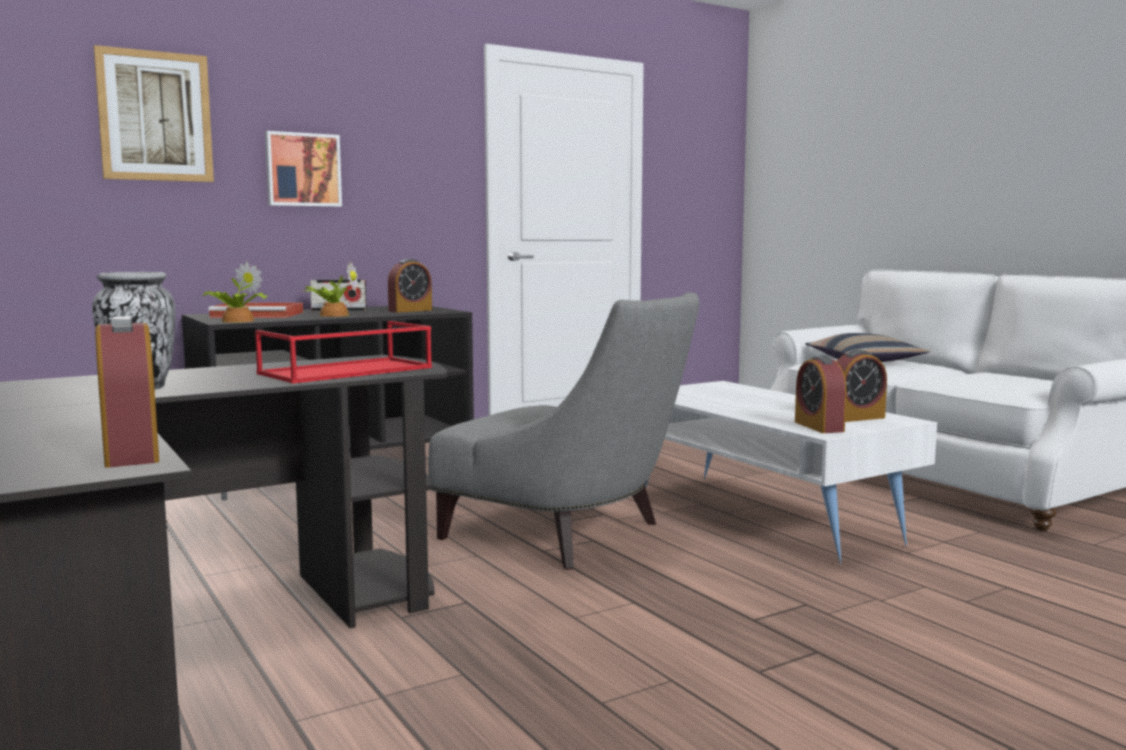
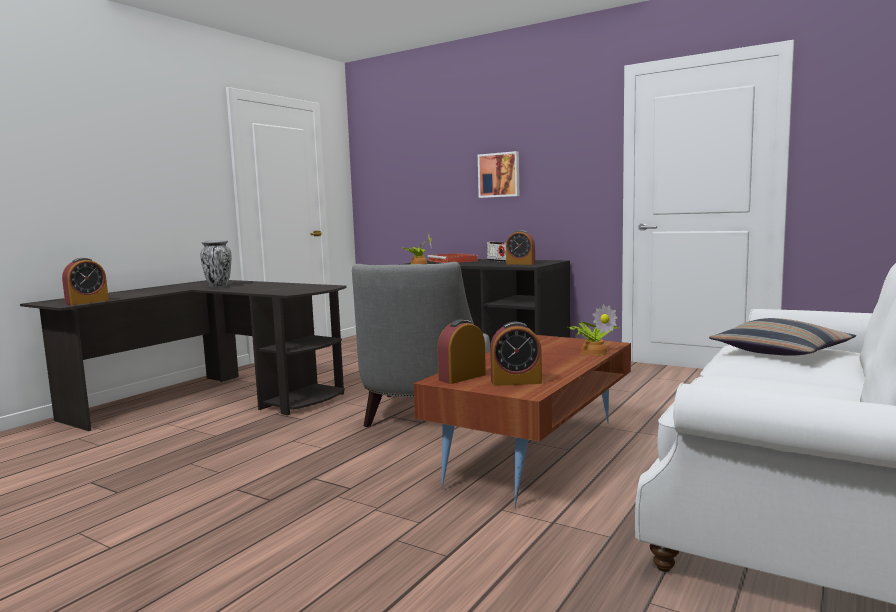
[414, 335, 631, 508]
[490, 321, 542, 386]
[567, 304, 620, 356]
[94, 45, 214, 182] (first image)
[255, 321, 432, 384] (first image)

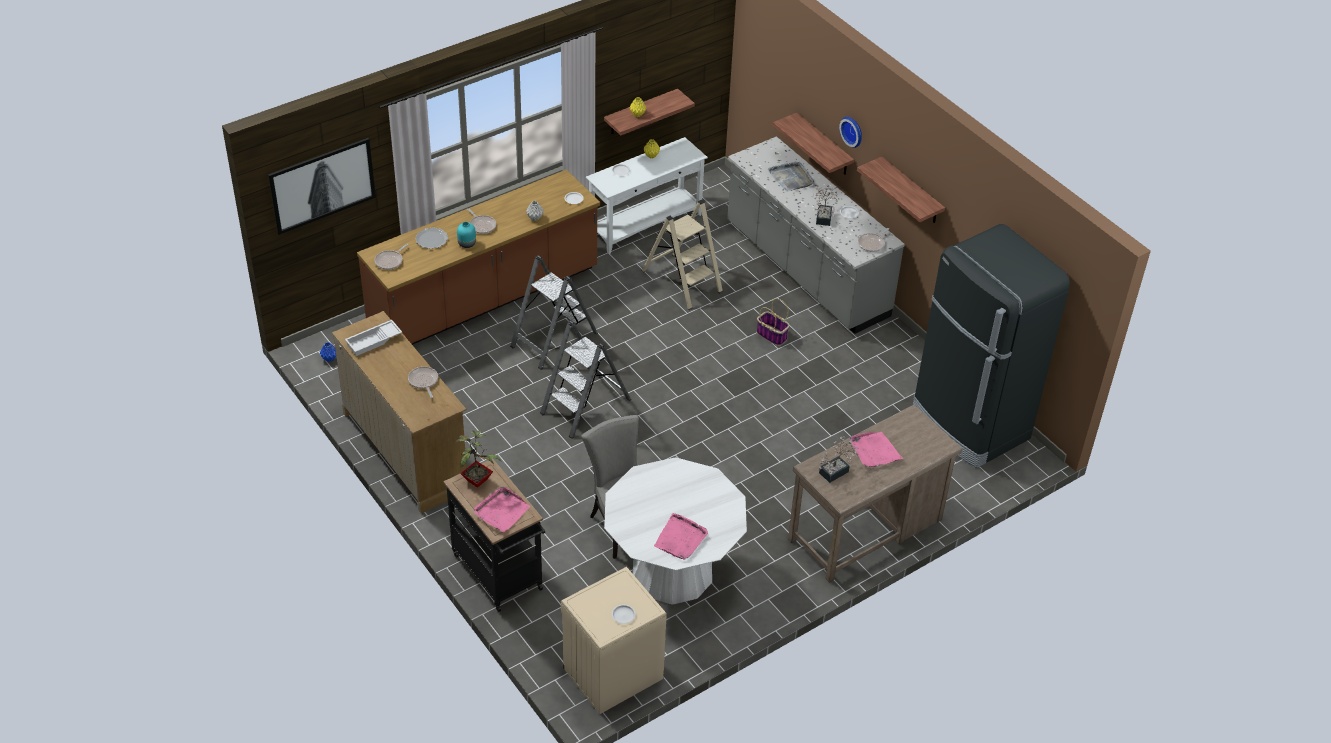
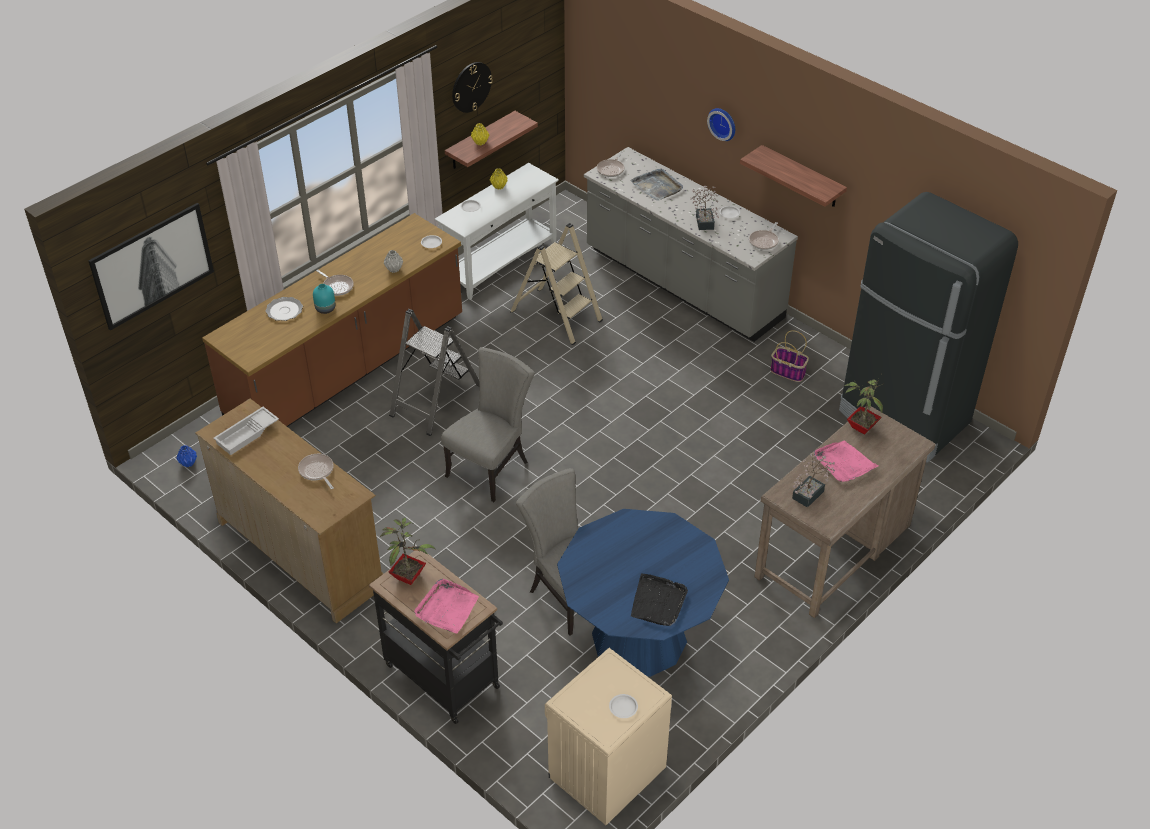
[441, 347, 535, 502]
[452, 62, 493, 113]
[557, 509, 729, 677]
[597, 151, 625, 177]
[631, 573, 688, 626]
[770, 330, 809, 382]
[845, 374, 883, 435]
[773, 113, 854, 175] (first image)

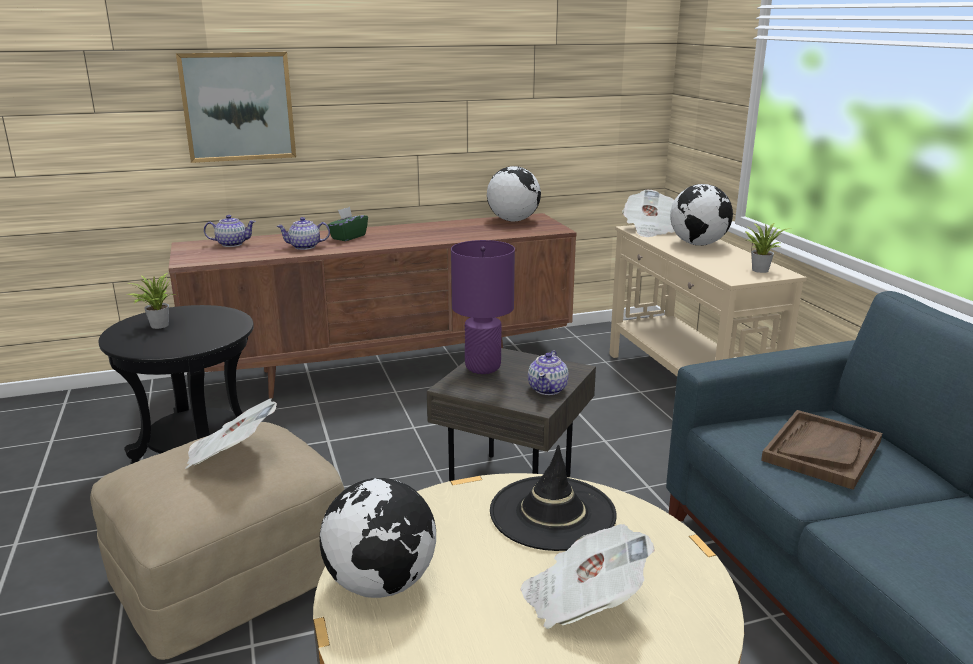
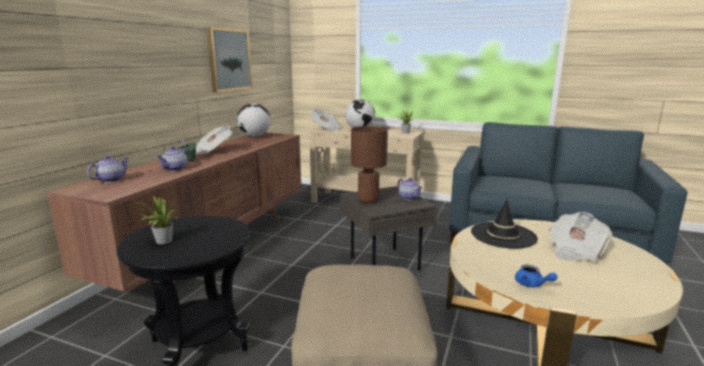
[196, 125, 232, 154]
[207, 27, 252, 93]
[351, 126, 388, 203]
[515, 265, 557, 287]
[761, 410, 883, 490] (first image)

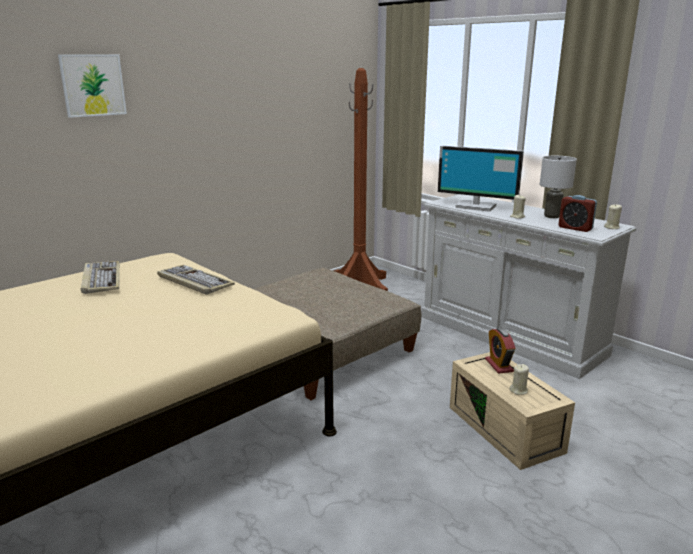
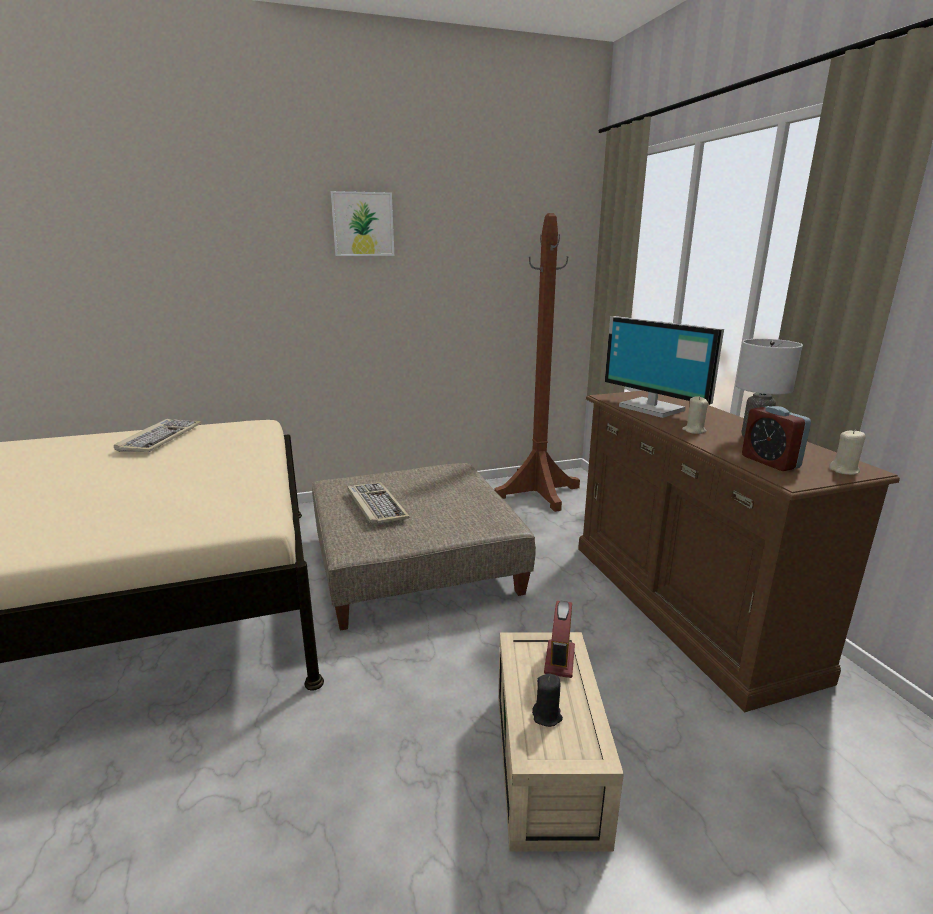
[331, 191, 394, 256]
[347, 482, 409, 526]
[532, 674, 563, 727]
[578, 391, 900, 712]

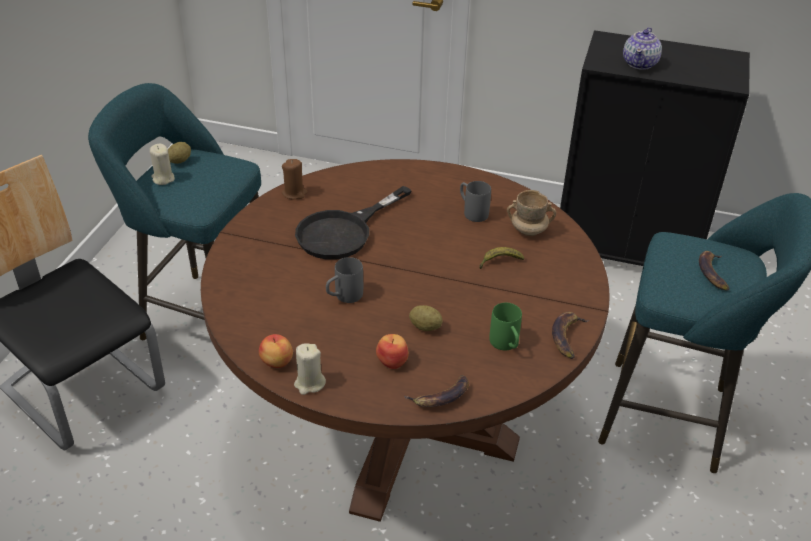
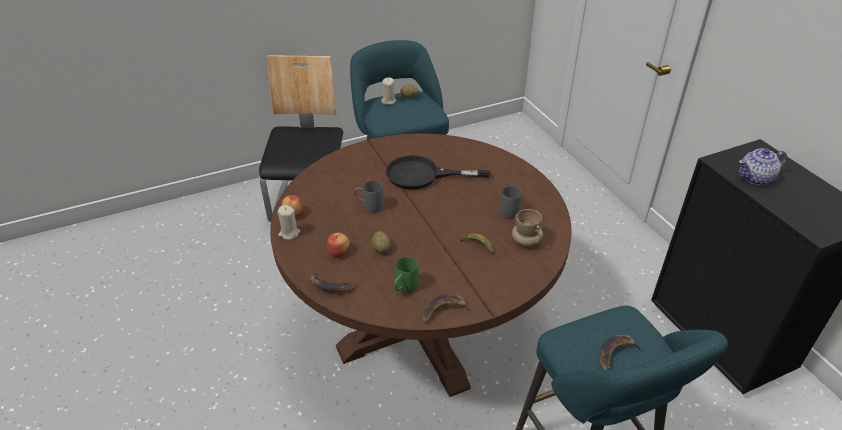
[282, 159, 308, 199] (first image)

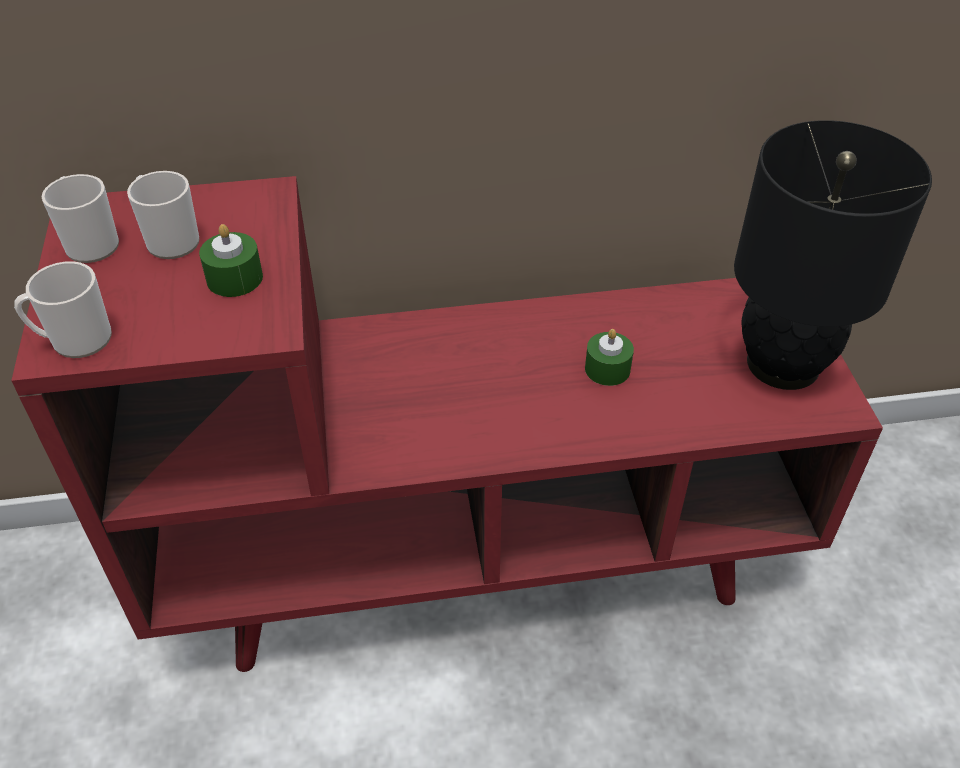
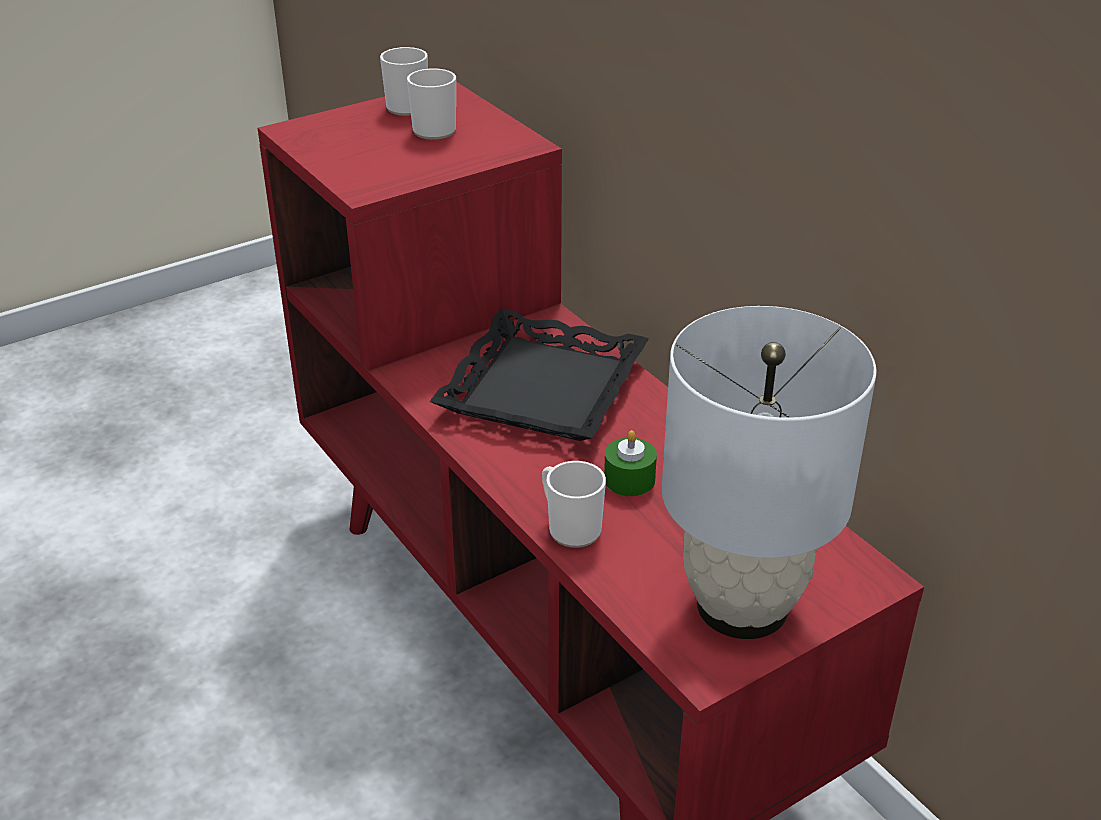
[430, 309, 649, 441]
[542, 461, 606, 548]
[661, 306, 877, 639]
[199, 224, 263, 297] (first image)

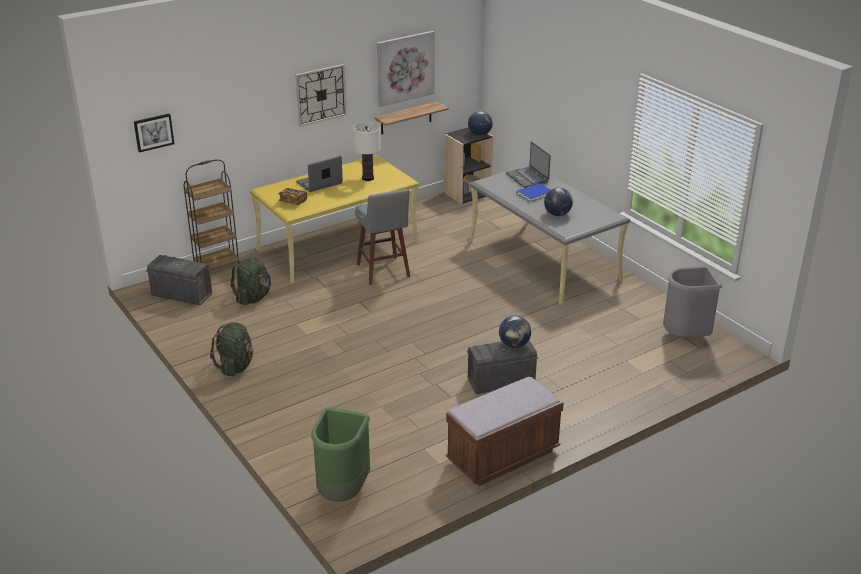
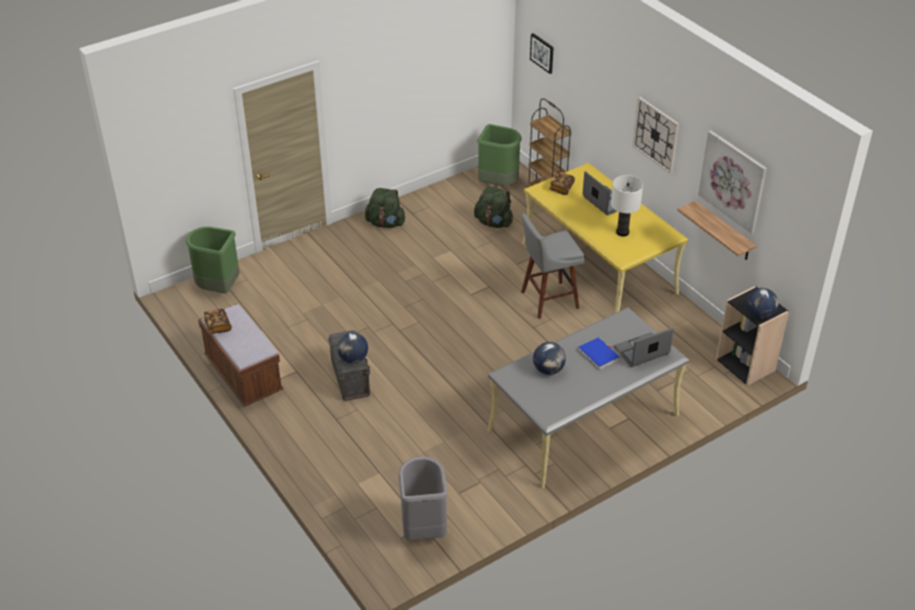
[204, 309, 232, 334]
[477, 124, 522, 186]

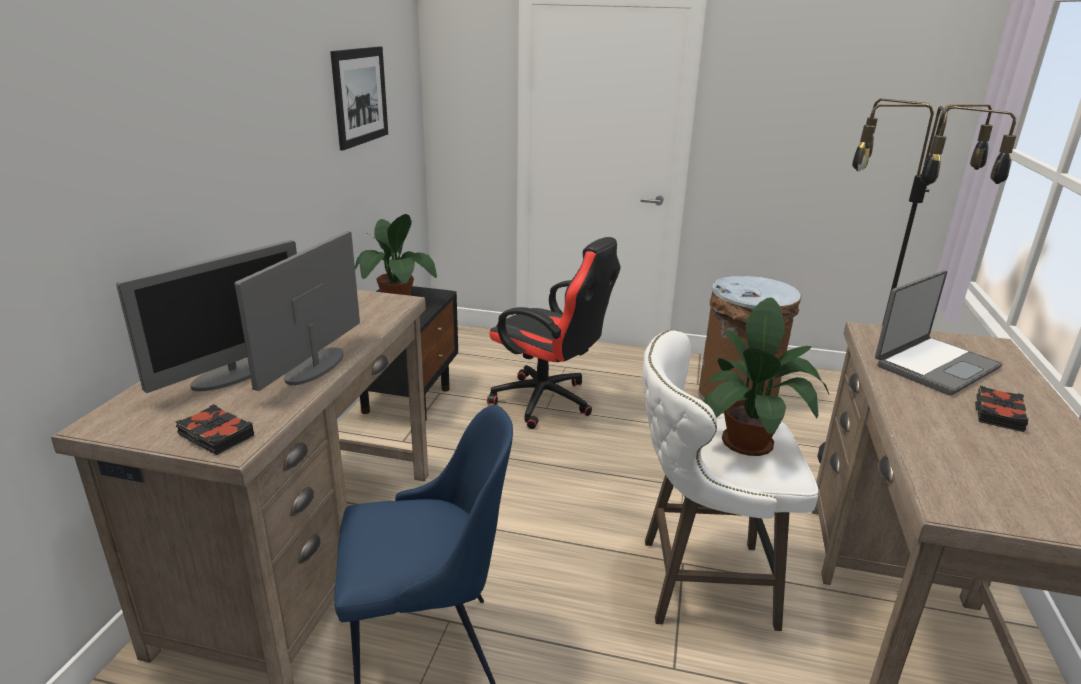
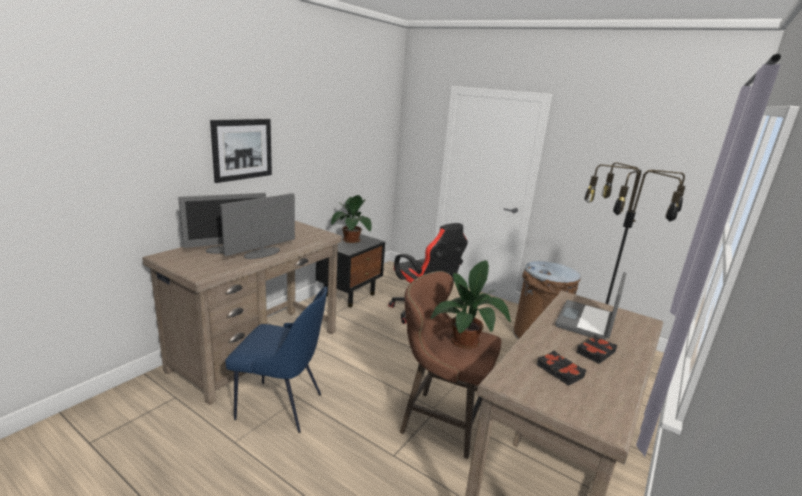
[210, 119, 272, 183]
[400, 271, 501, 459]
[537, 350, 586, 386]
[555, 272, 626, 340]

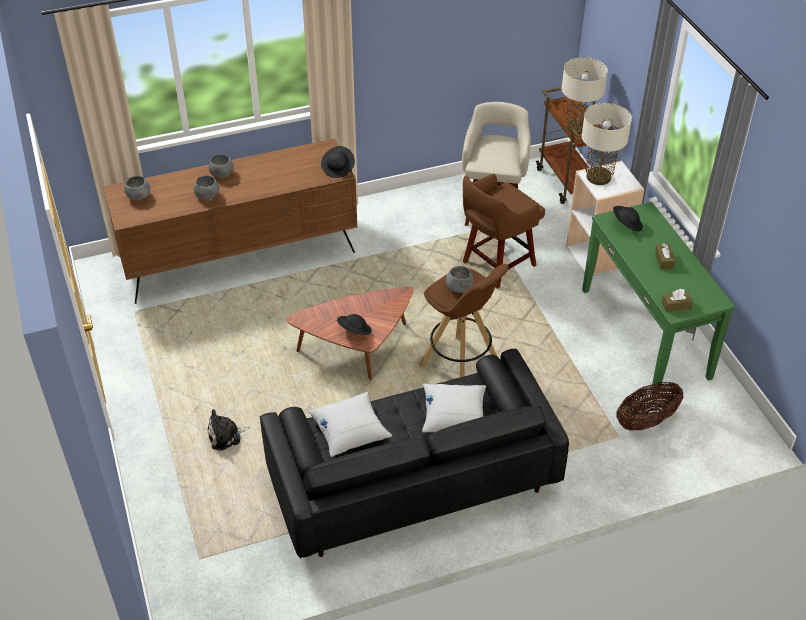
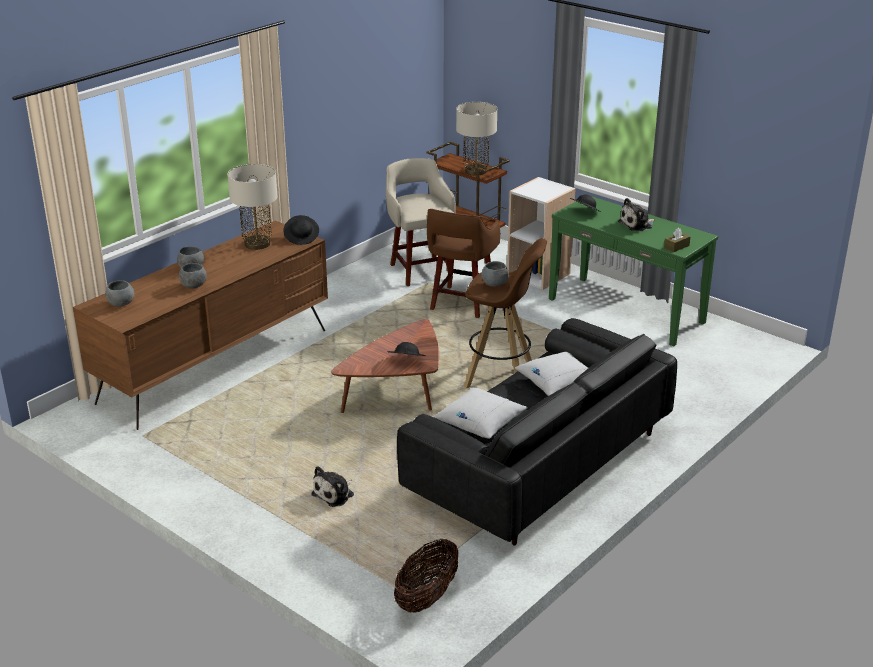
[228, 164, 278, 250]
[394, 538, 459, 613]
[618, 198, 655, 231]

